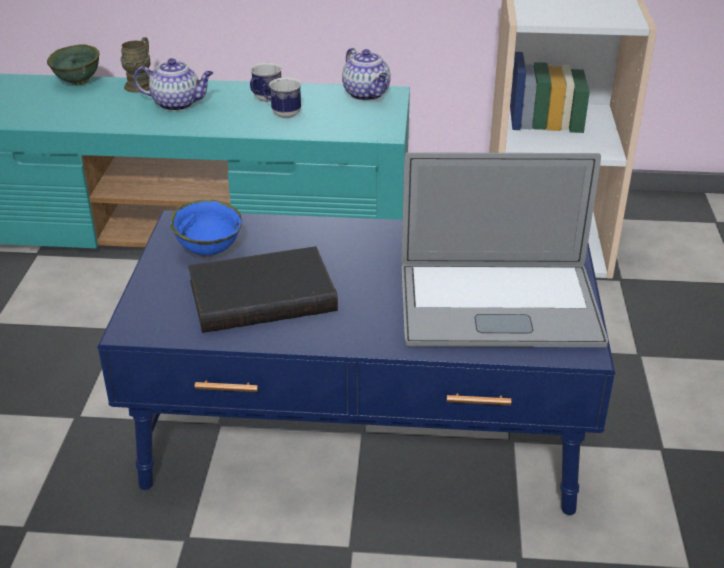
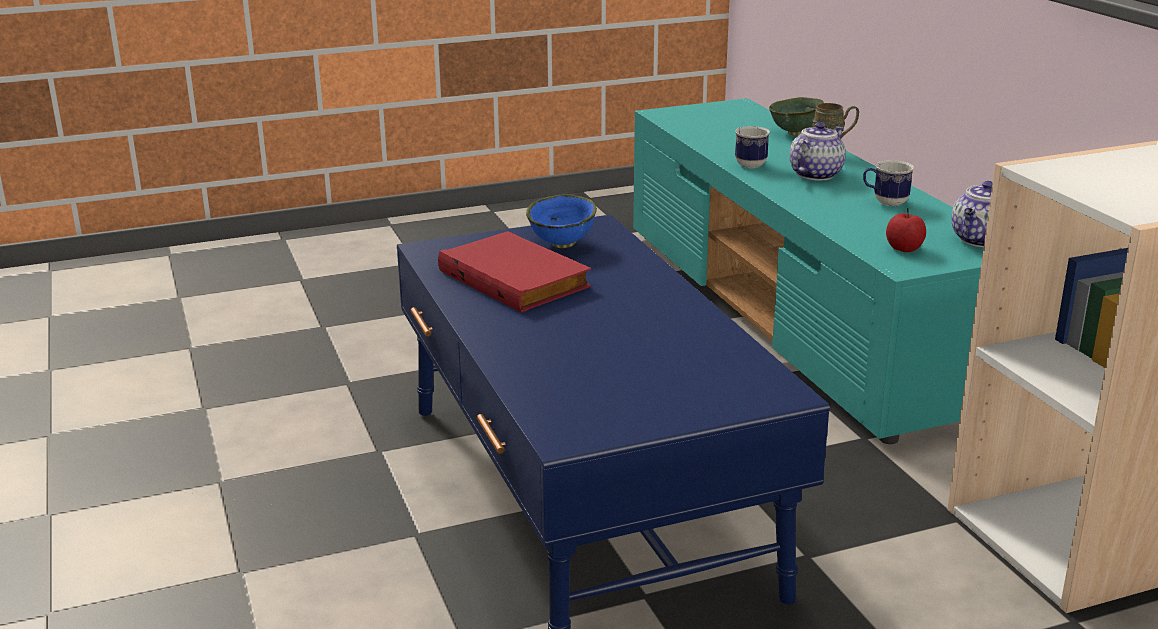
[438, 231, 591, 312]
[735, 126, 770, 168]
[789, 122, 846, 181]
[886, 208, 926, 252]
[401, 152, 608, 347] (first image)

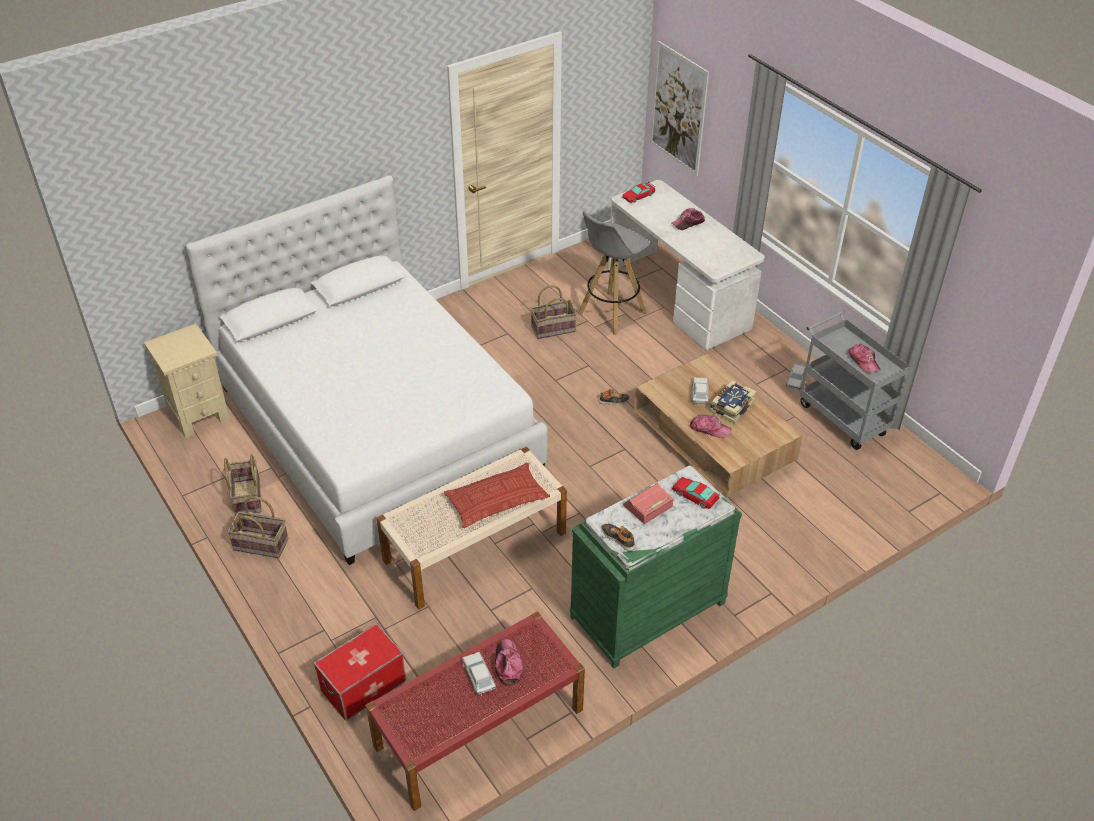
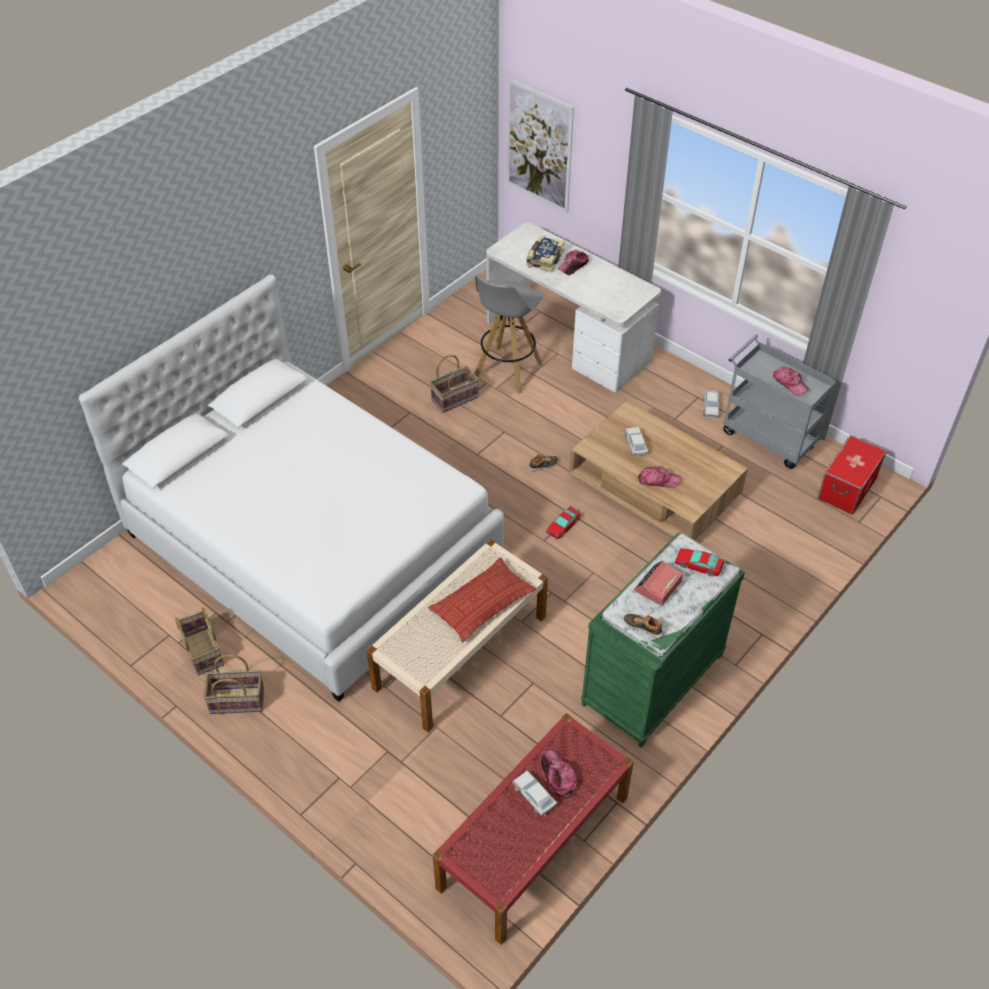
[526, 235, 565, 272]
[546, 506, 580, 539]
[817, 435, 887, 515]
[144, 323, 230, 438] (first image)

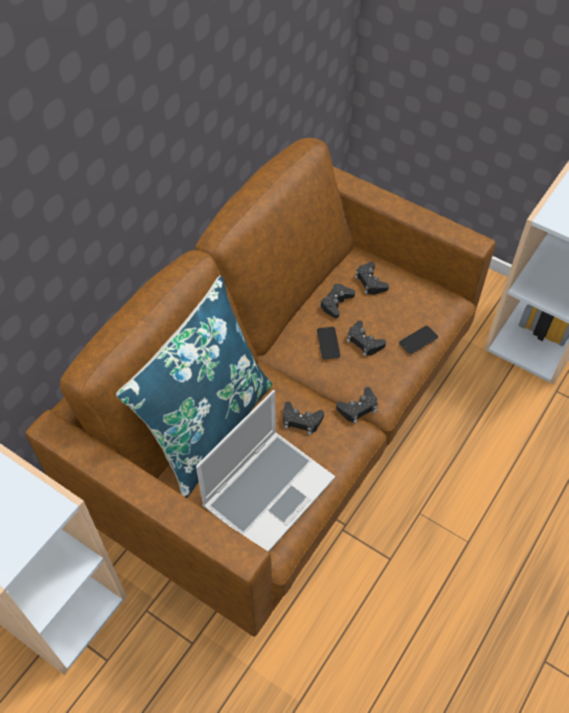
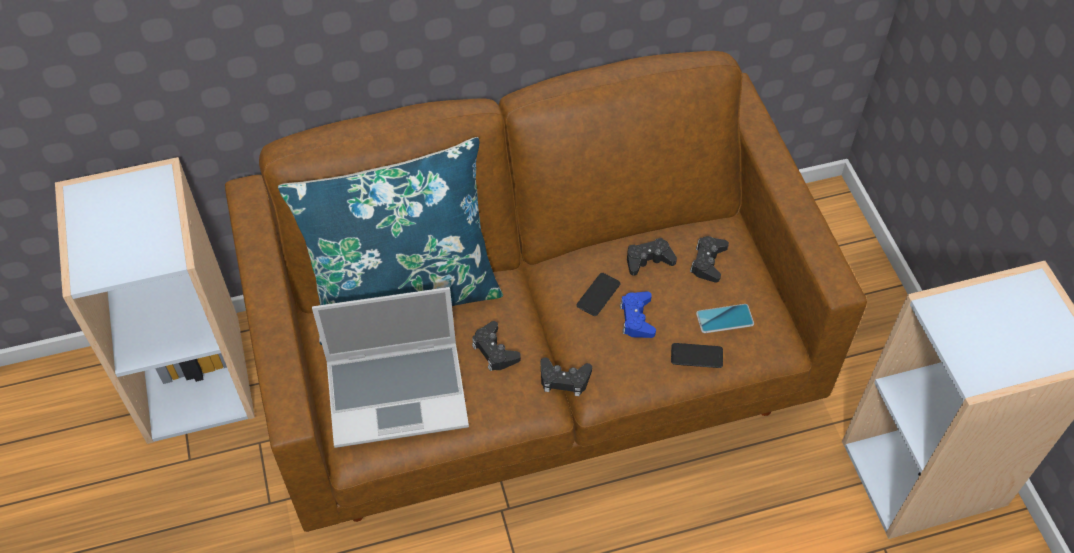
[620, 291, 656, 338]
[696, 304, 754, 333]

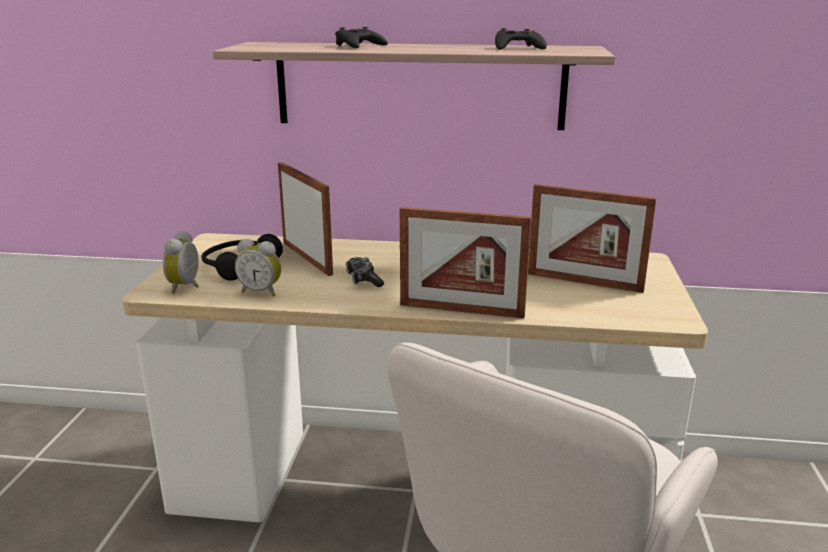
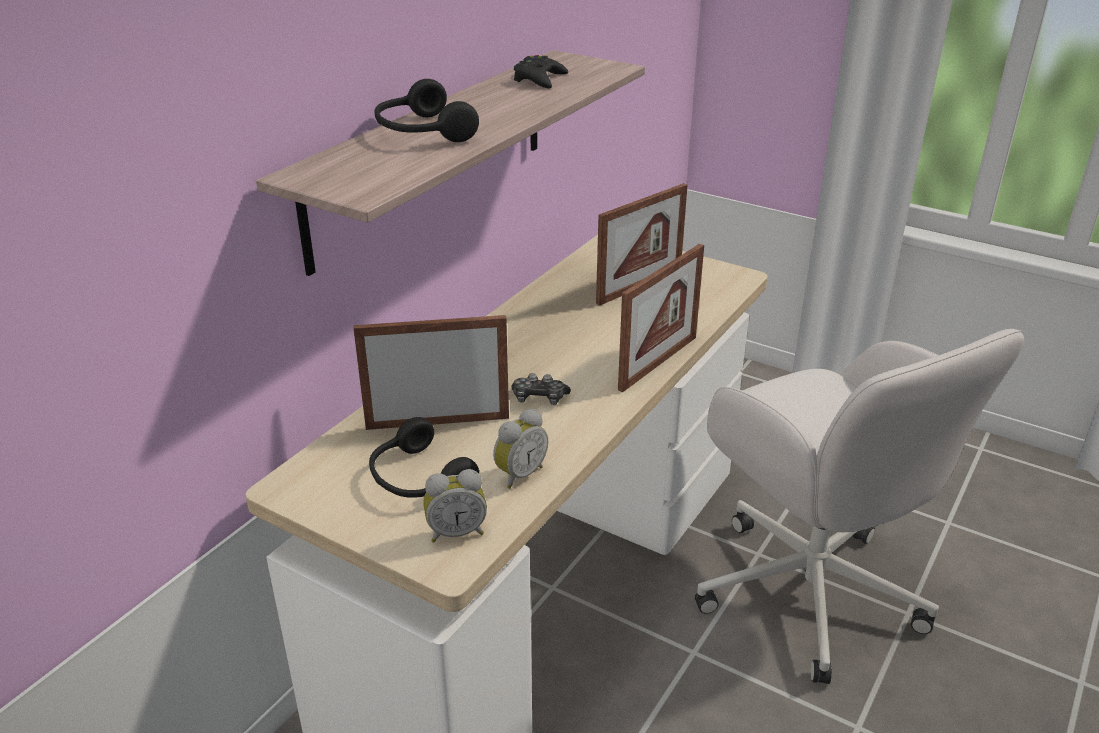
[375, 79, 479, 142]
[423, 469, 487, 543]

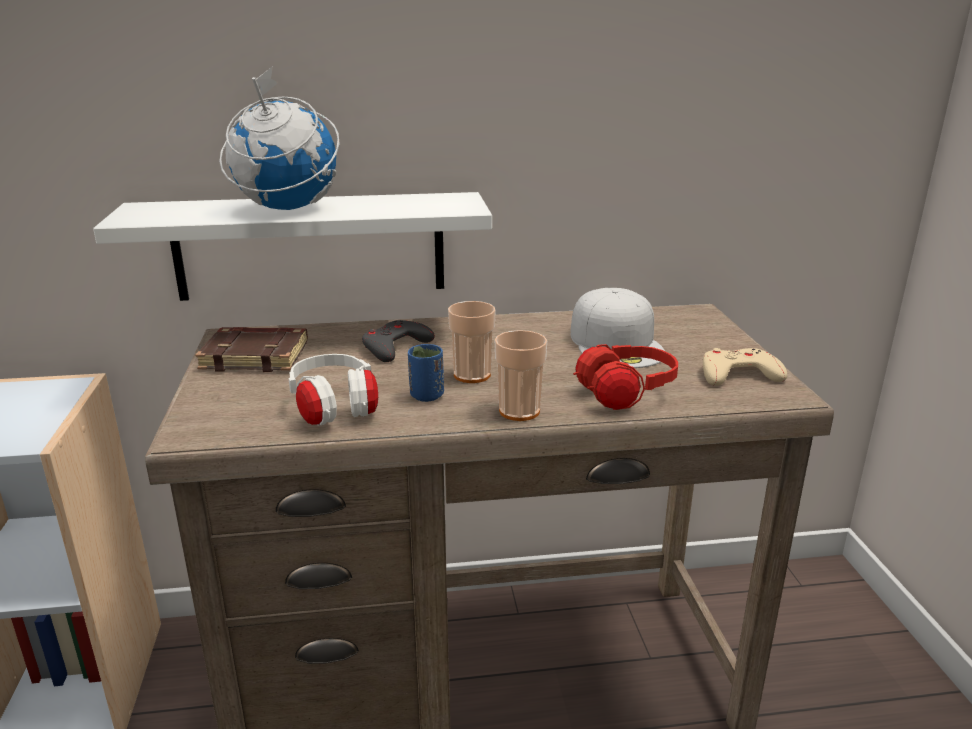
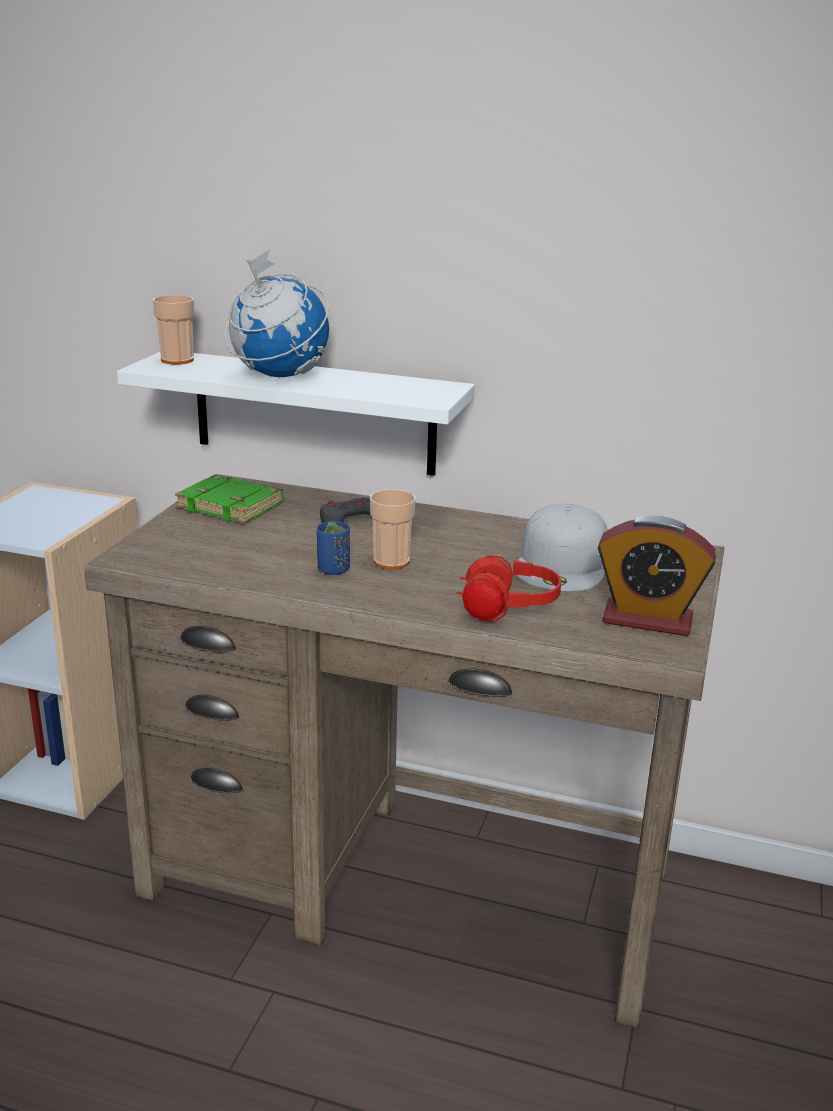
[153, 295, 195, 364]
[175, 474, 284, 523]
[598, 516, 716, 636]
[289, 354, 378, 426] (first image)

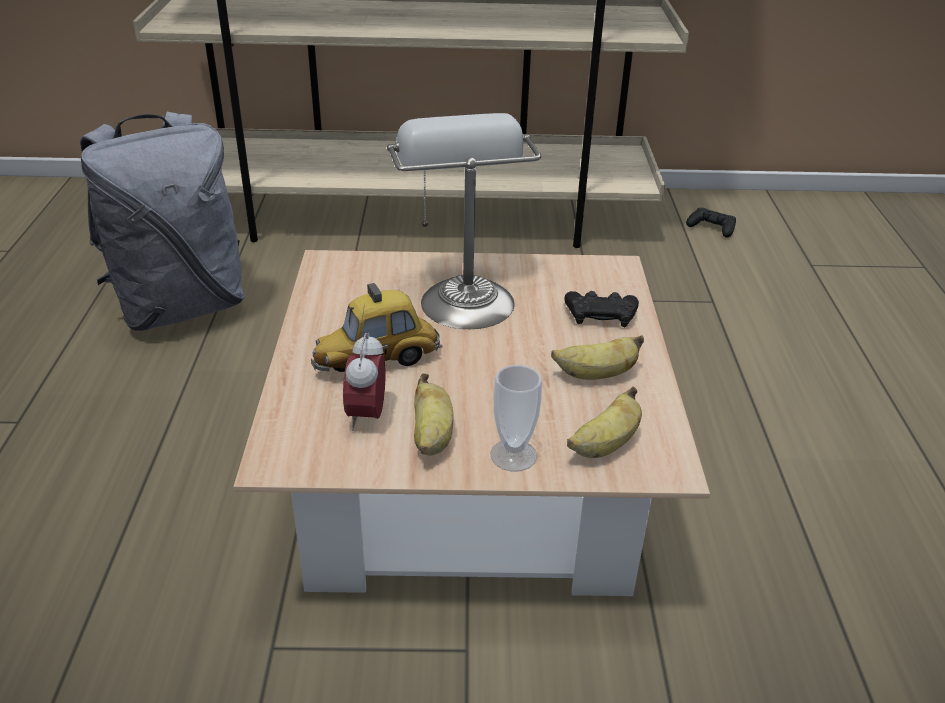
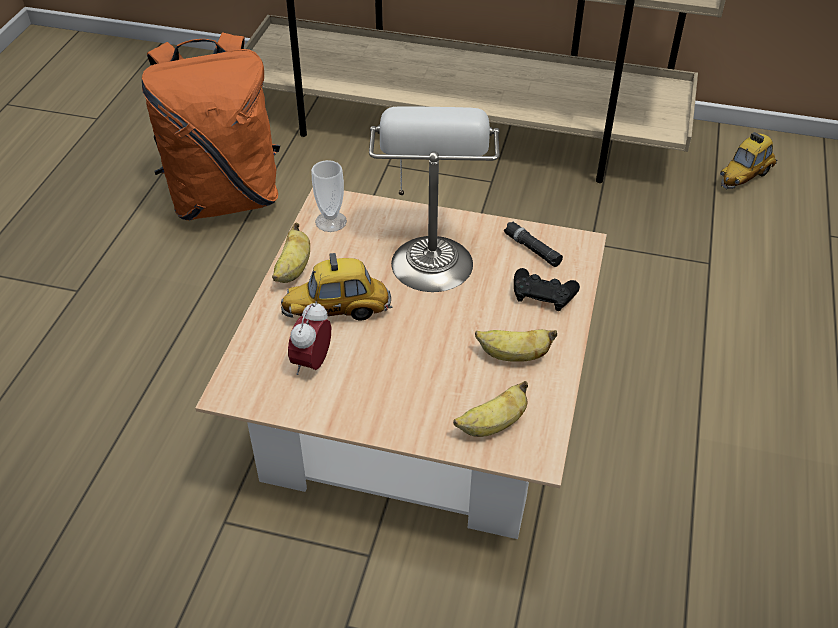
[142, 32, 280, 221]
[272, 223, 310, 283]
[311, 160, 347, 232]
[504, 222, 563, 267]
[720, 132, 778, 189]

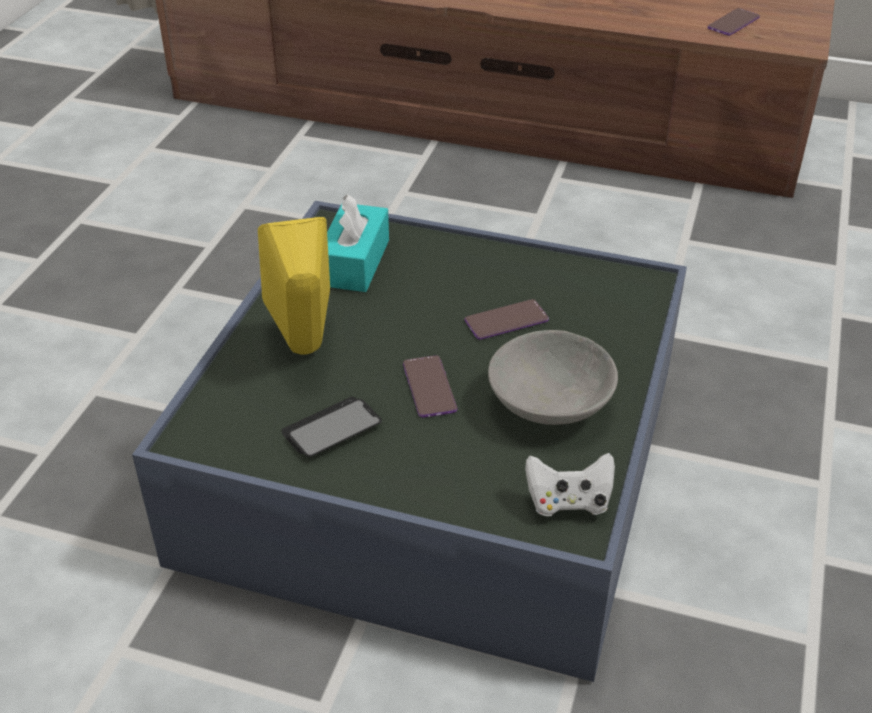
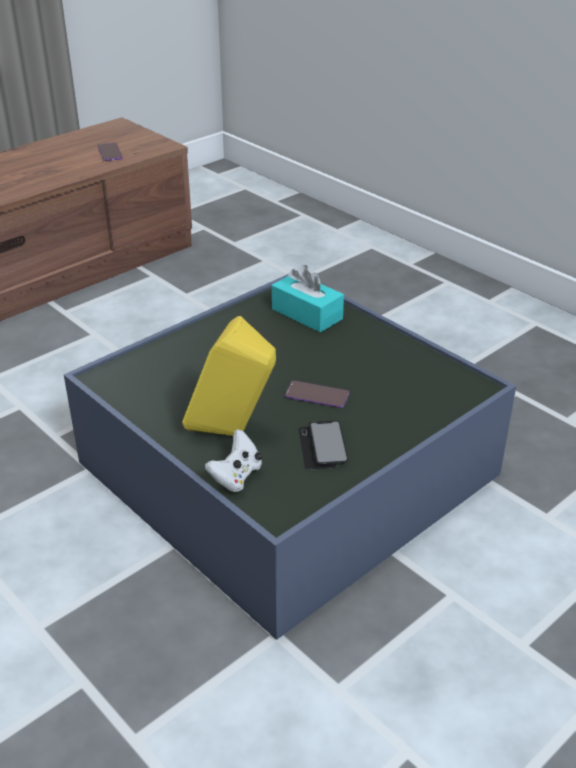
[205, 429, 262, 492]
[272, 265, 344, 333]
[465, 299, 549, 340] (first image)
[488, 330, 618, 425] (first image)

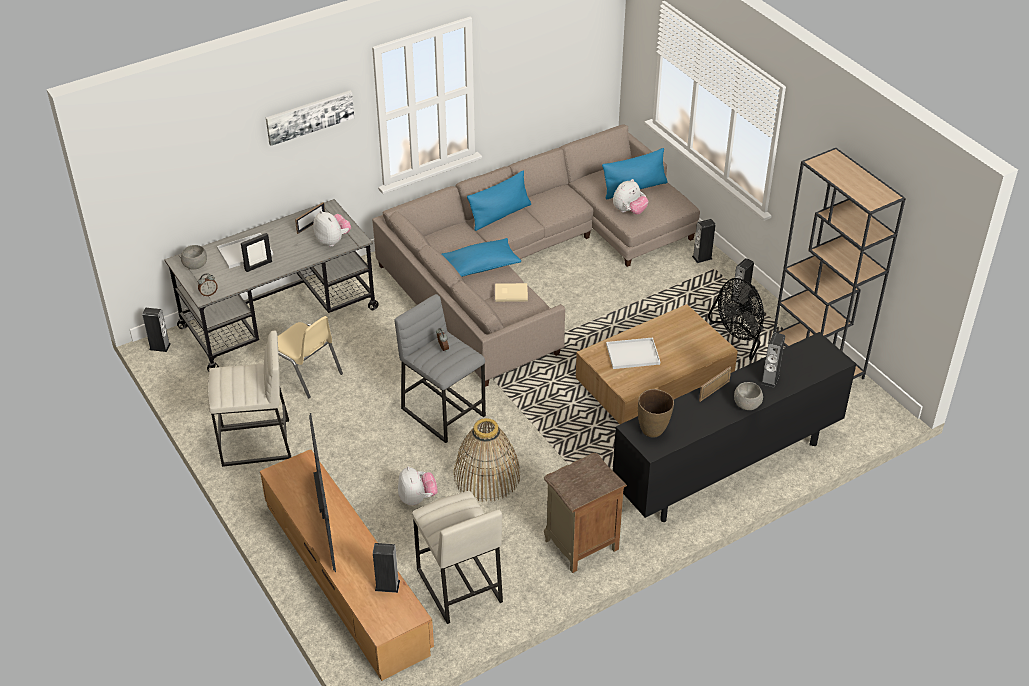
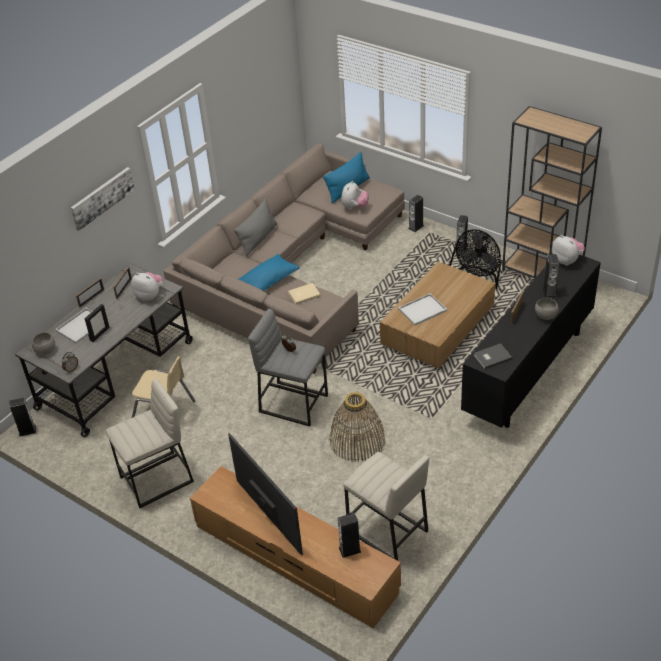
[76, 278, 104, 308]
[234, 198, 277, 256]
[474, 343, 512, 369]
[552, 235, 585, 266]
[544, 453, 627, 573] (first image)

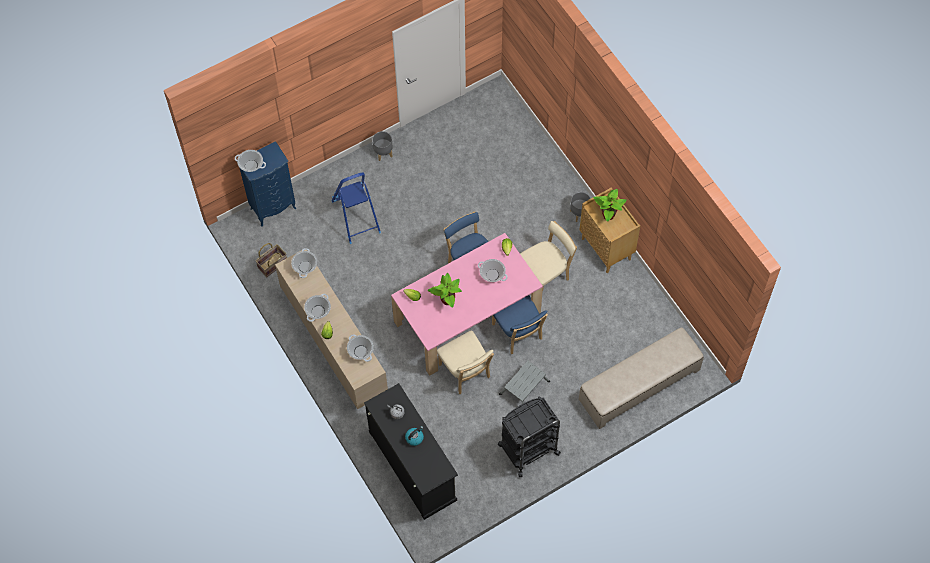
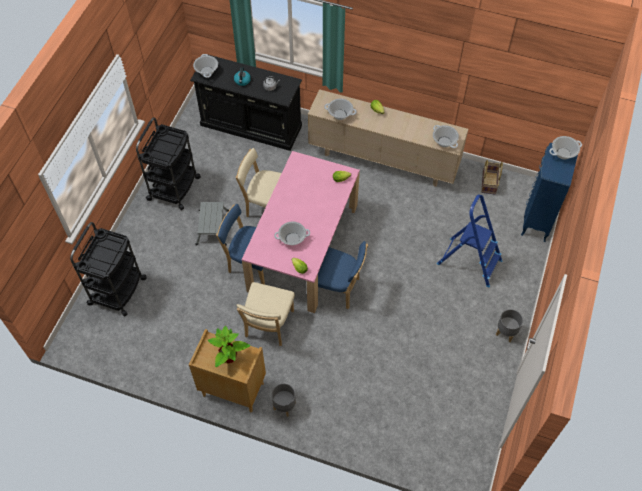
[70, 222, 147, 317]
[193, 54, 218, 78]
[428, 273, 462, 308] (first image)

